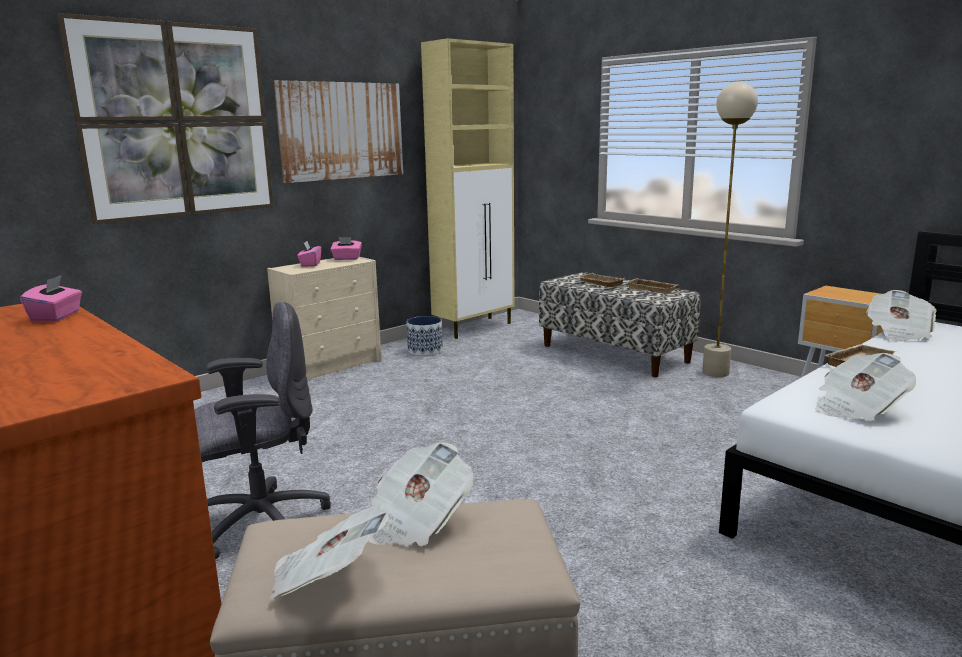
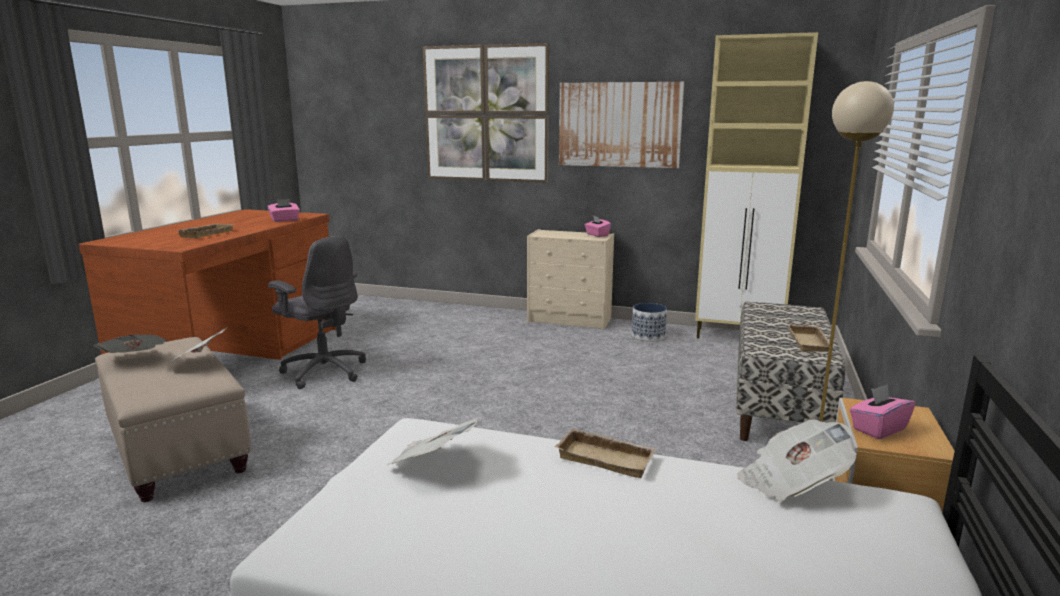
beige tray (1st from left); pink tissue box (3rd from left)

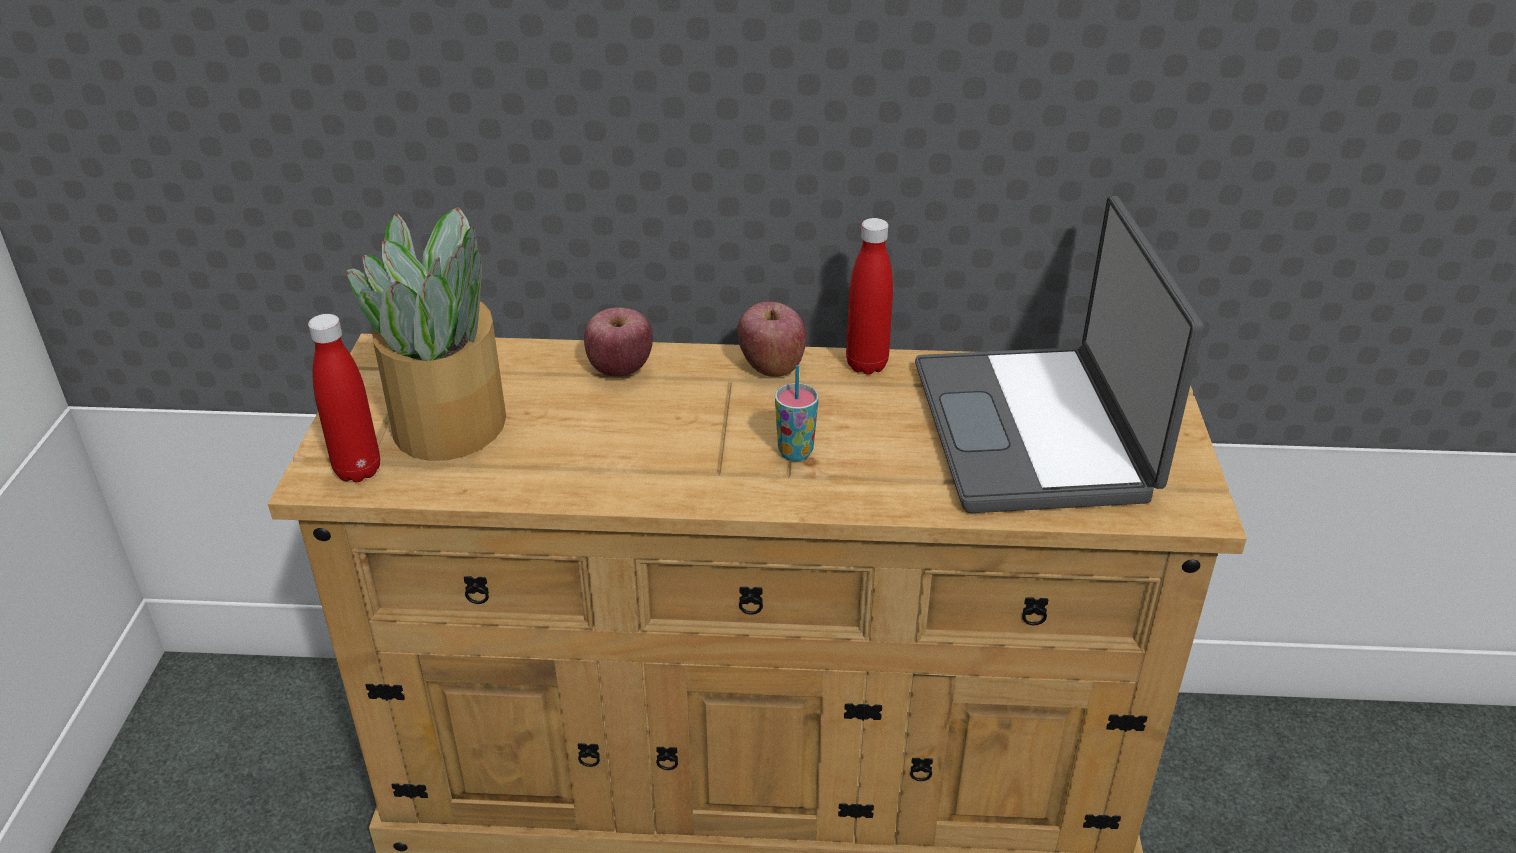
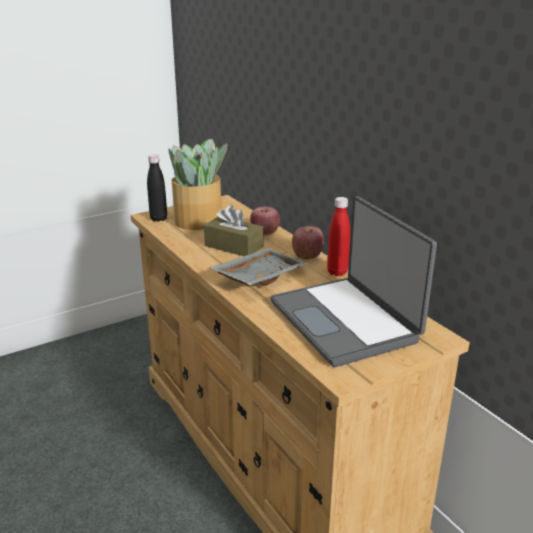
black bottle; brown tissue box; grey tray; laptop

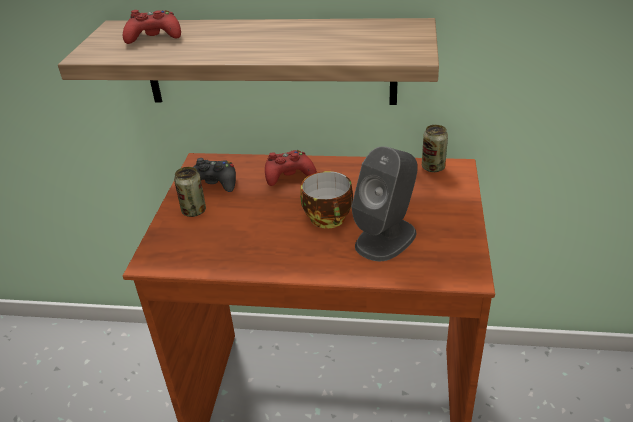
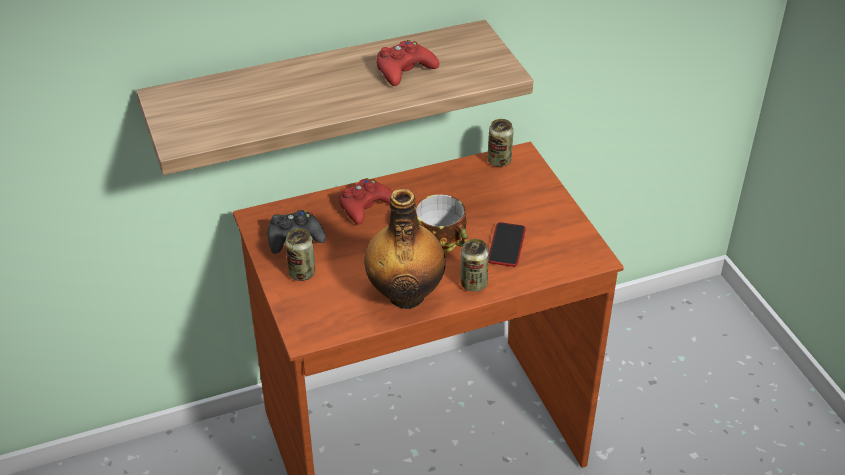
bottle; red game controller (2nd from left); can (2nd from left); phone

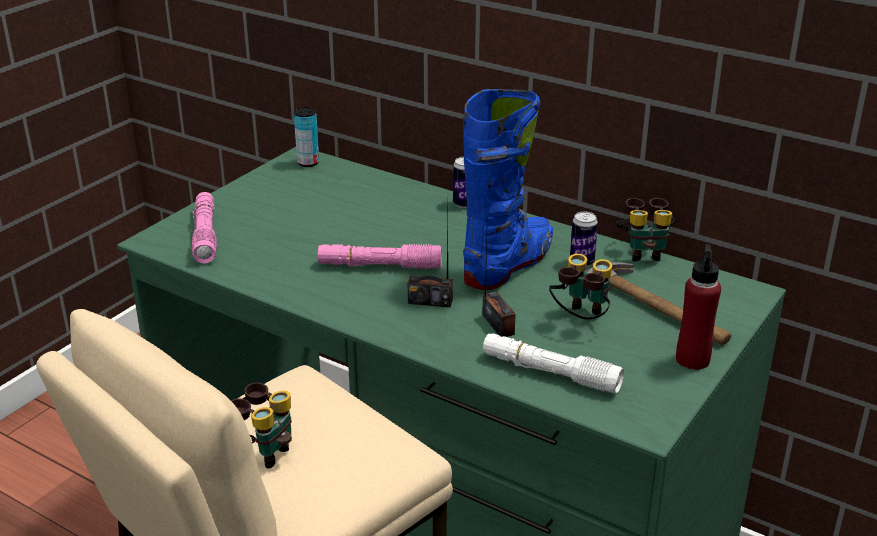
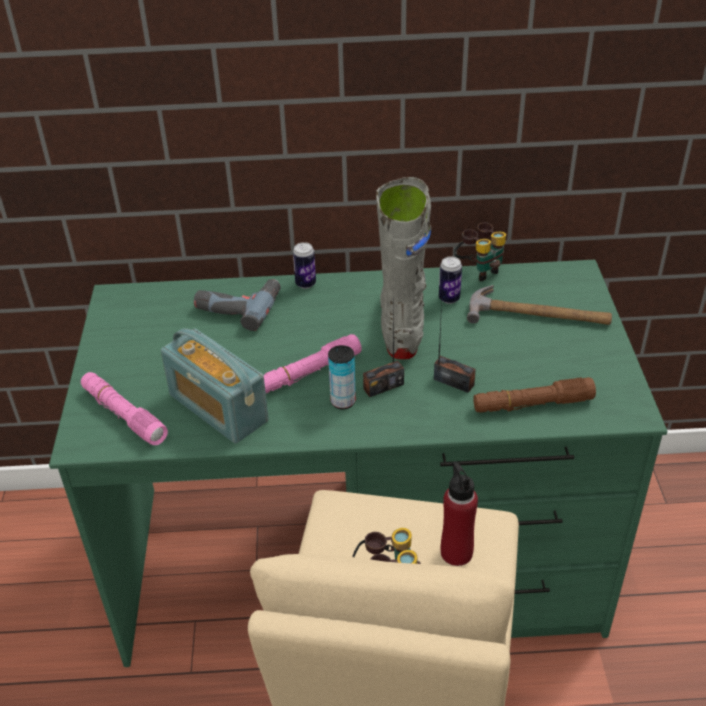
radio (1st from left); power drill; can (2nd from left); grey boot; red bottle; brown flashlight; binoculars (2nd from left in the first image)

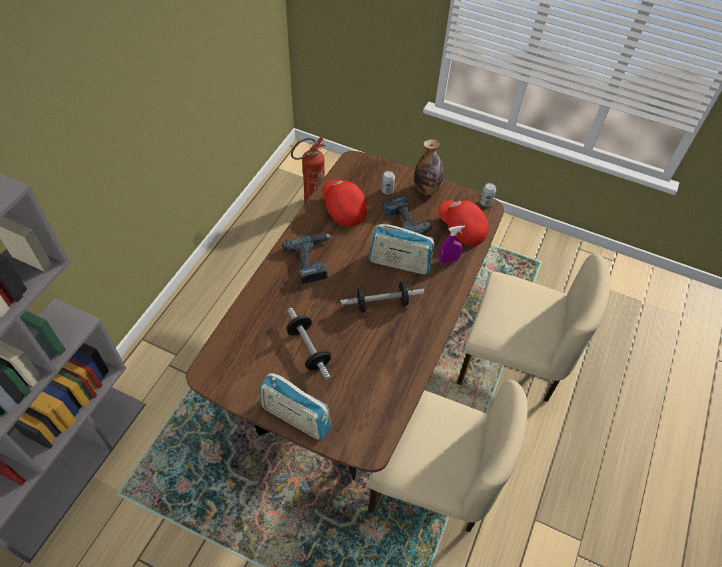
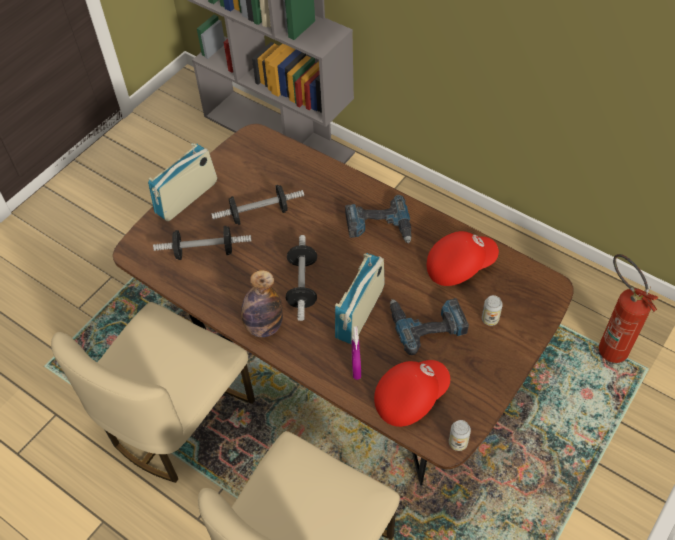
dumbbell (1st from left); bottle

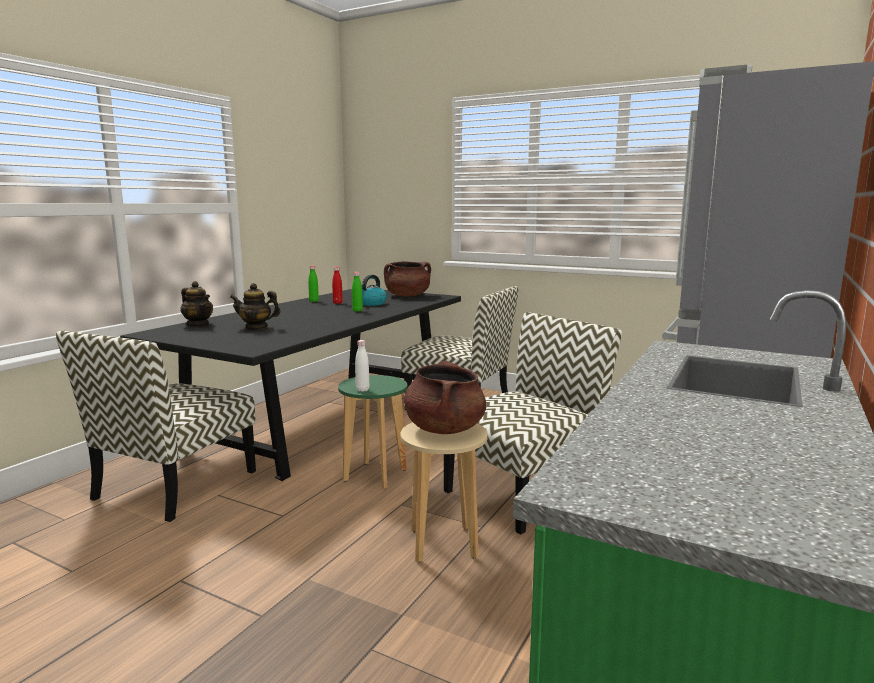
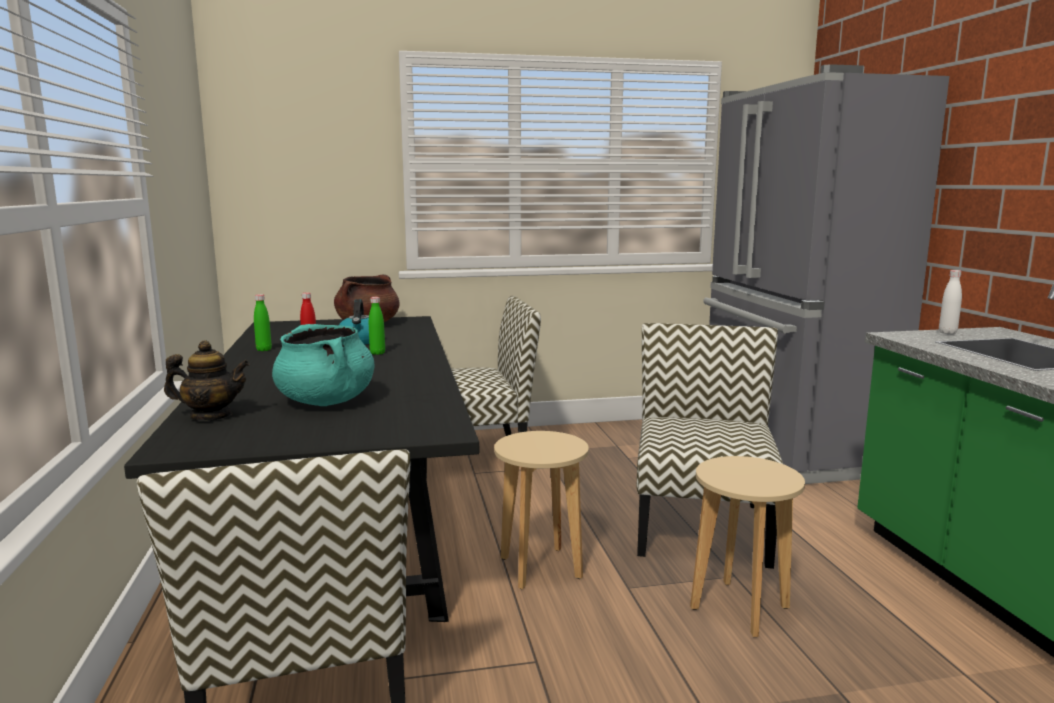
turquoise cooking pot; beige stool (1st from left); white bottle; brown cooking pot (2nd from left in the first image)

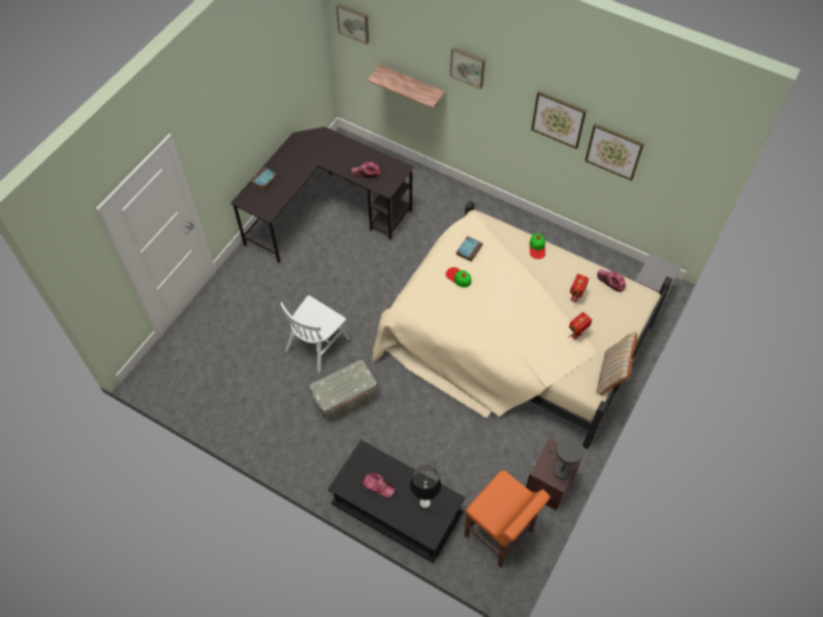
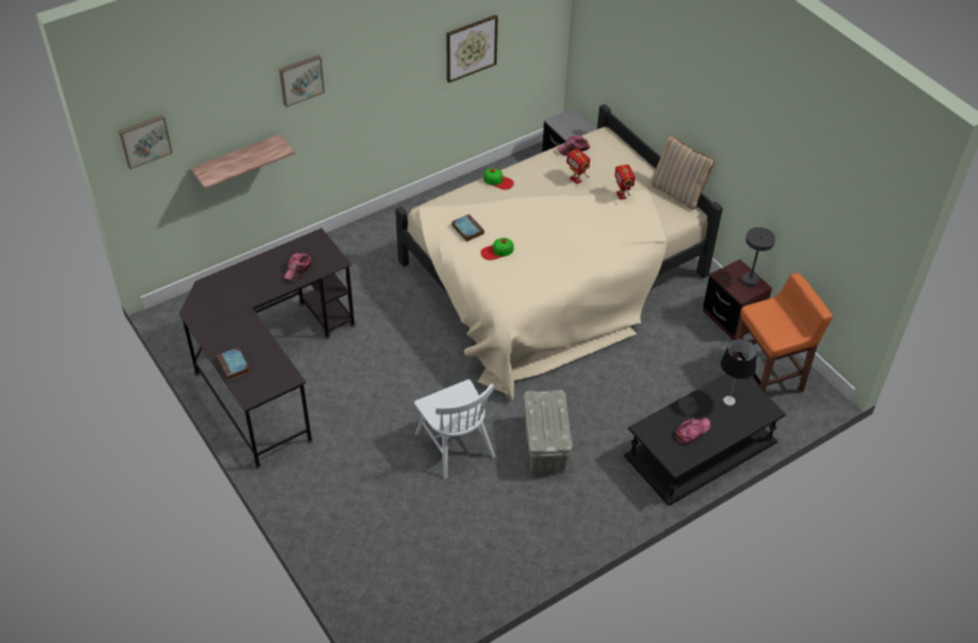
picture (3rd from left in the first image)

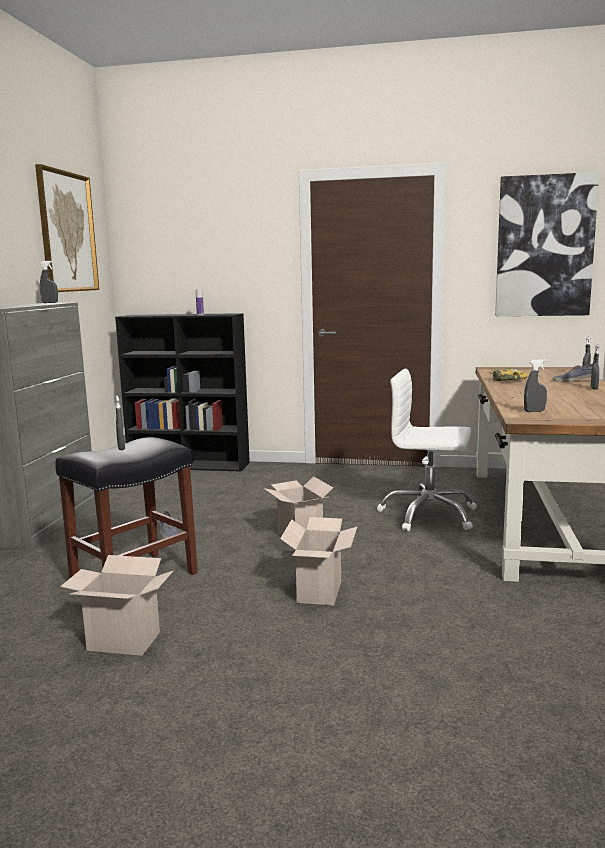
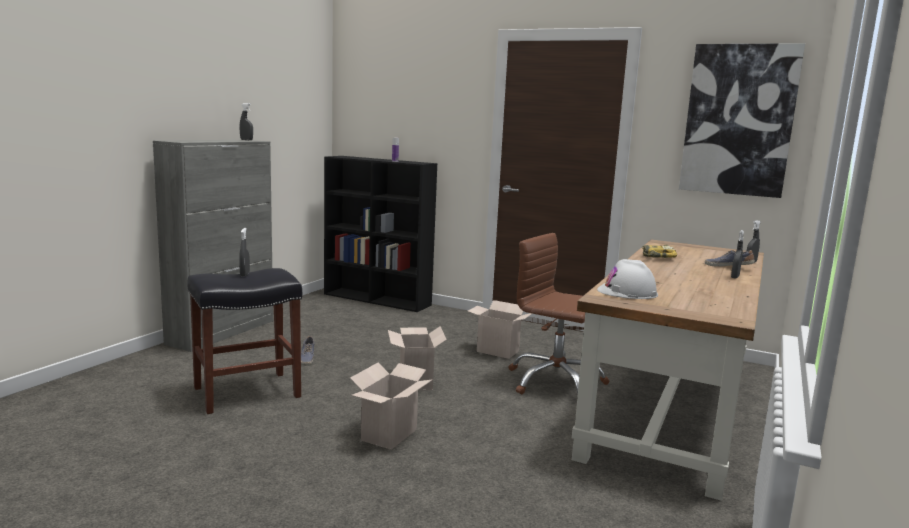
cardboard box (3rd from left); brown office chair; white hard hat; picture (1st from left in the first image)

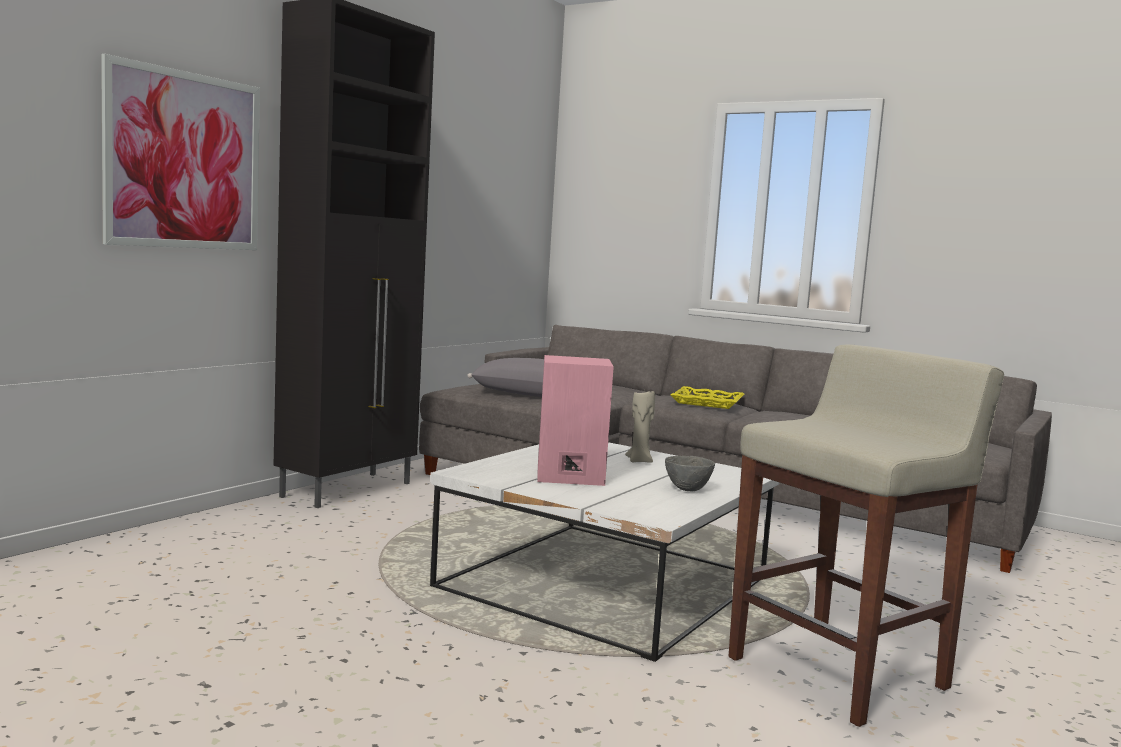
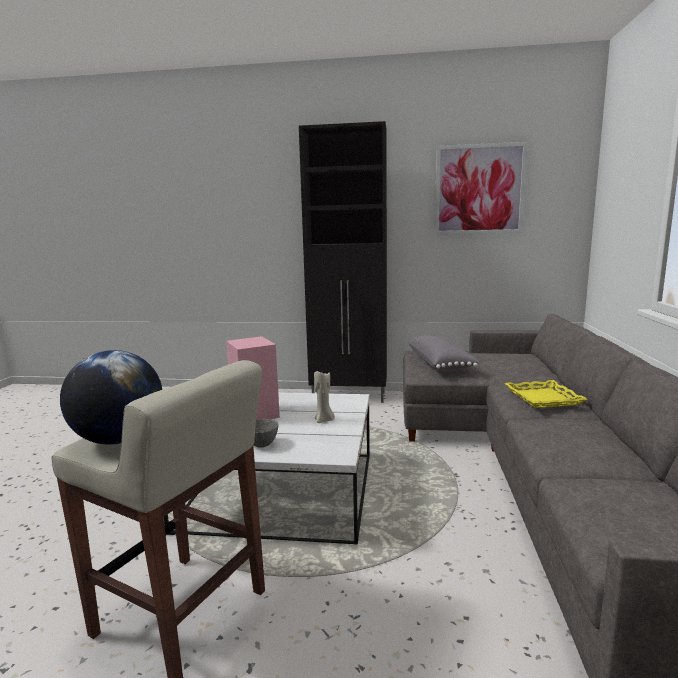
globe; picture

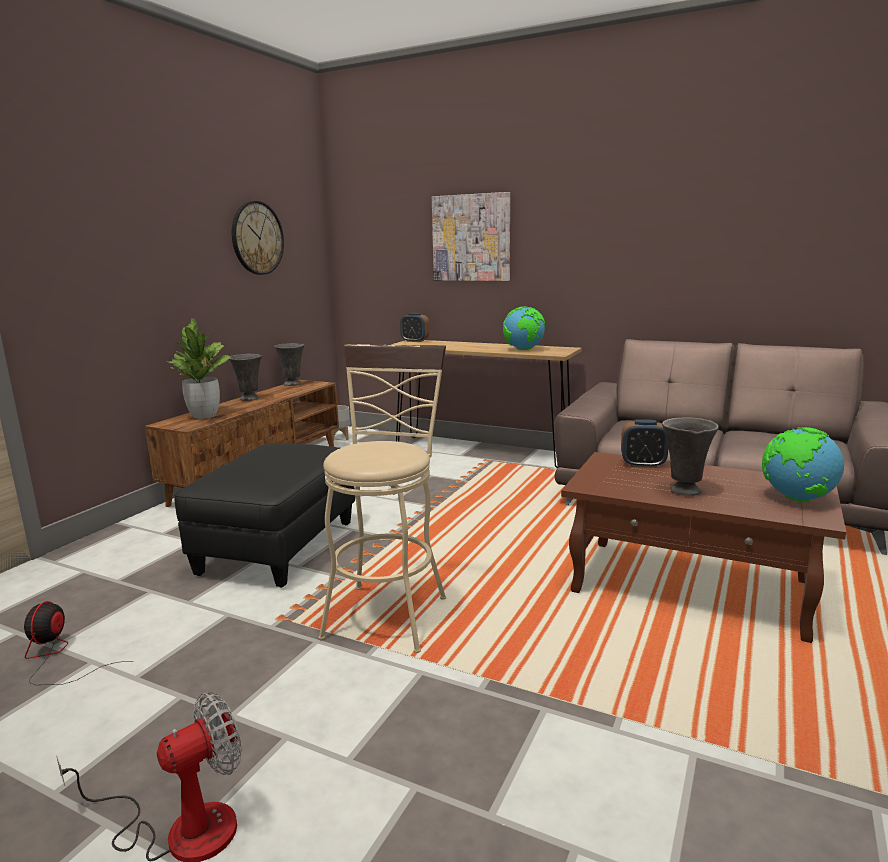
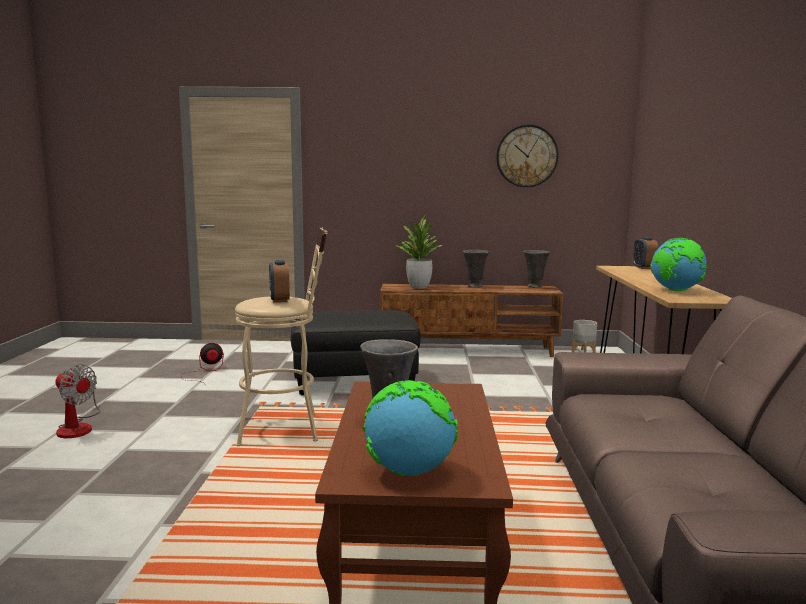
alarm clock (1st from left); picture

